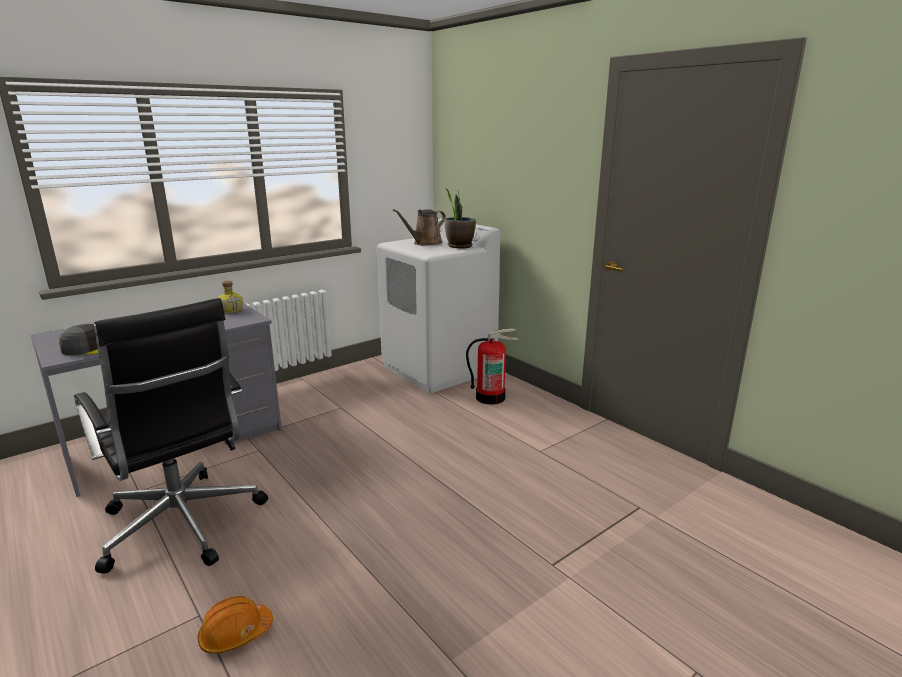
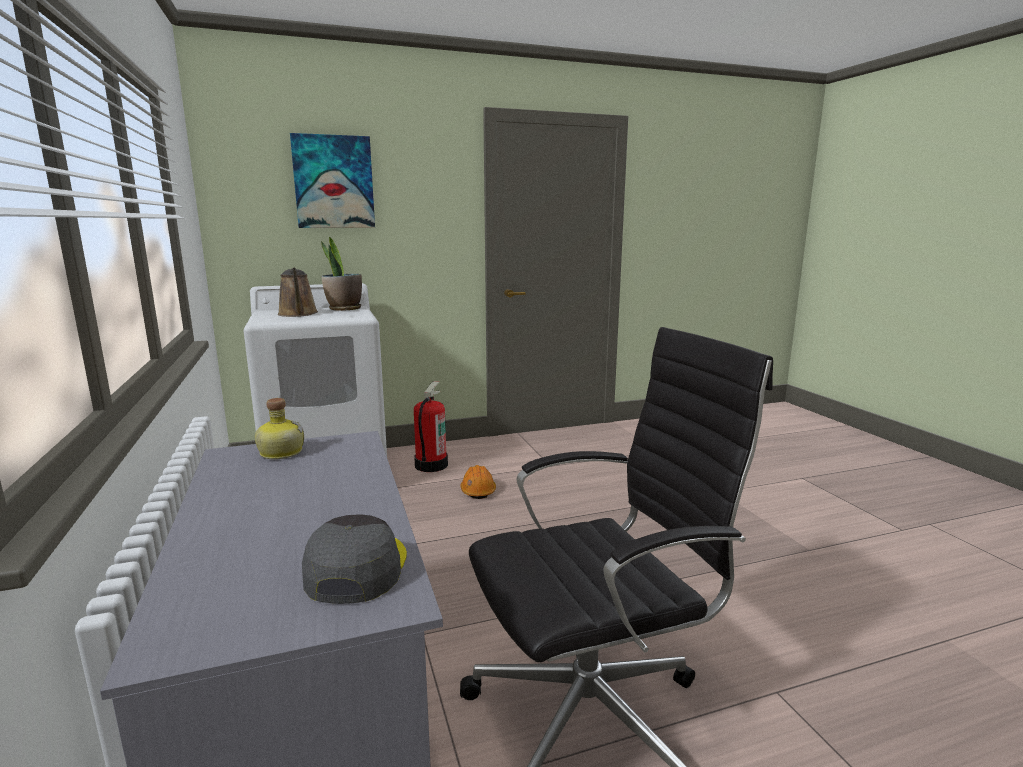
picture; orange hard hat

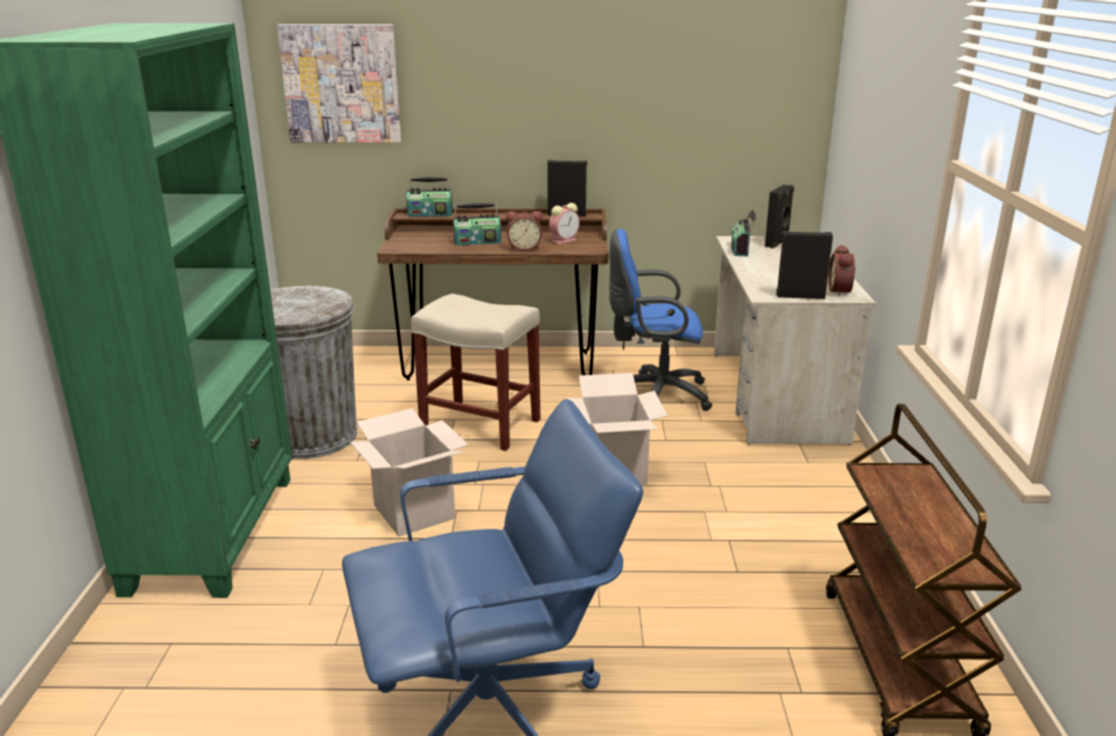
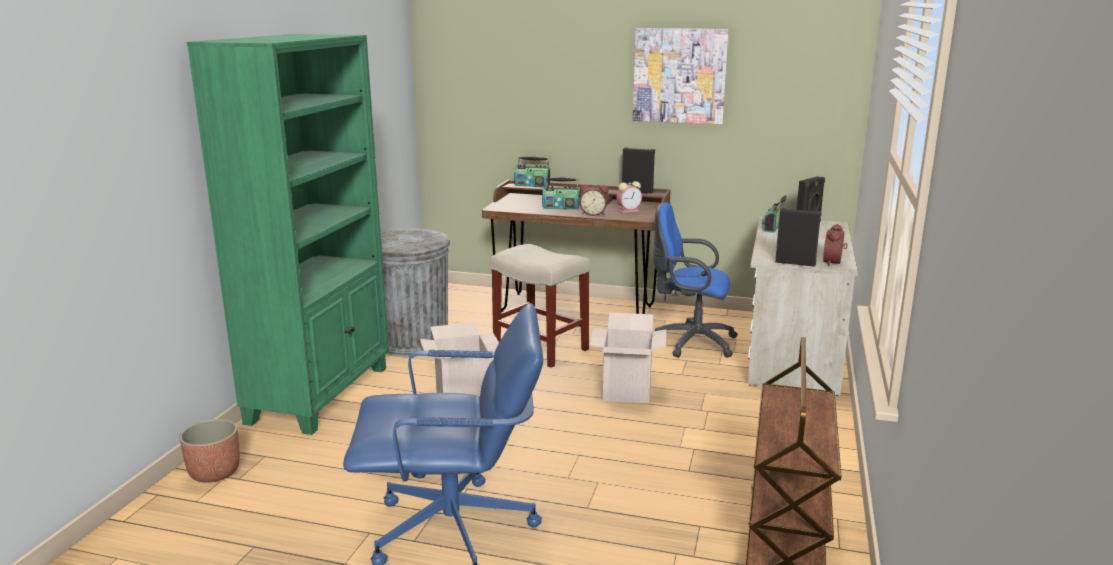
planter; picture

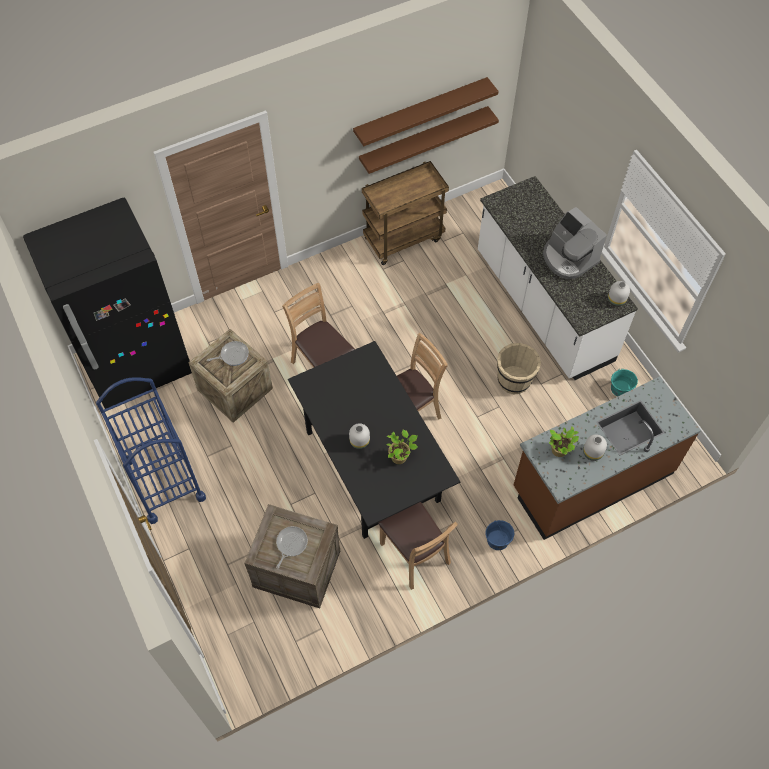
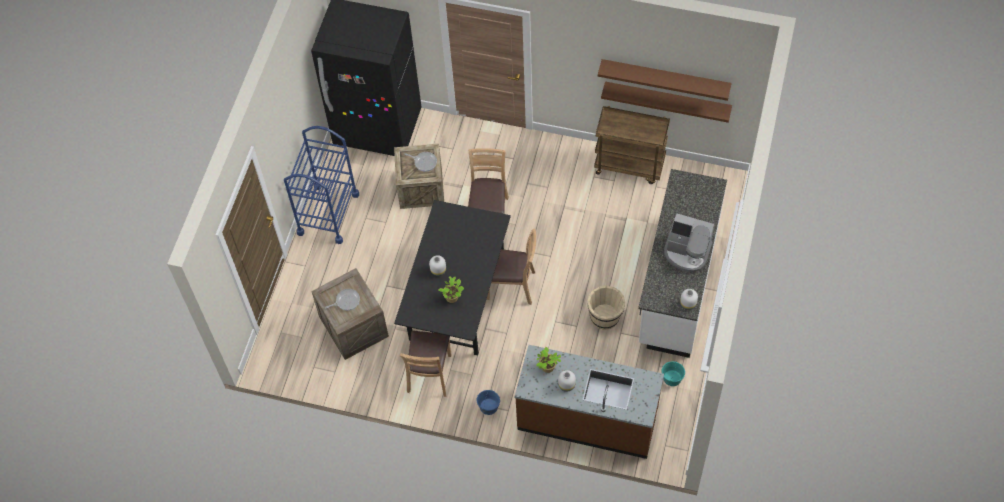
coffee machine

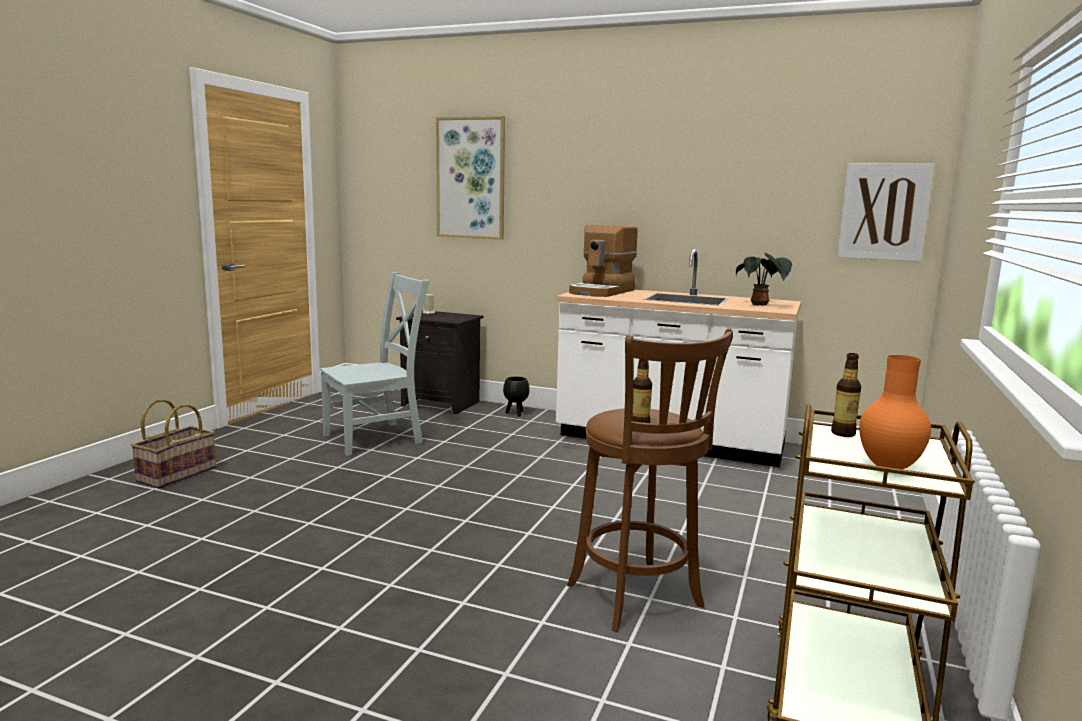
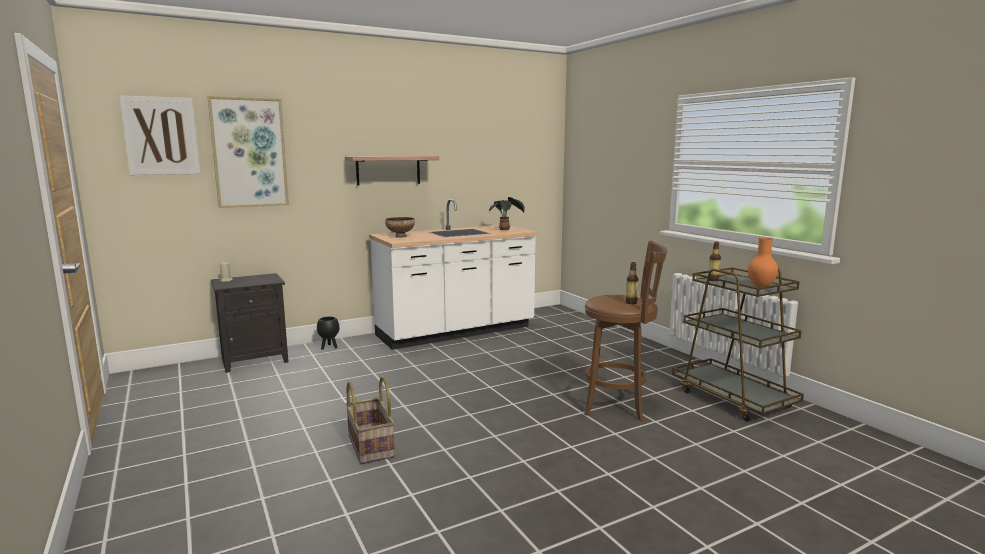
picture (1st from left); shelf; basket; bowl; grey chair

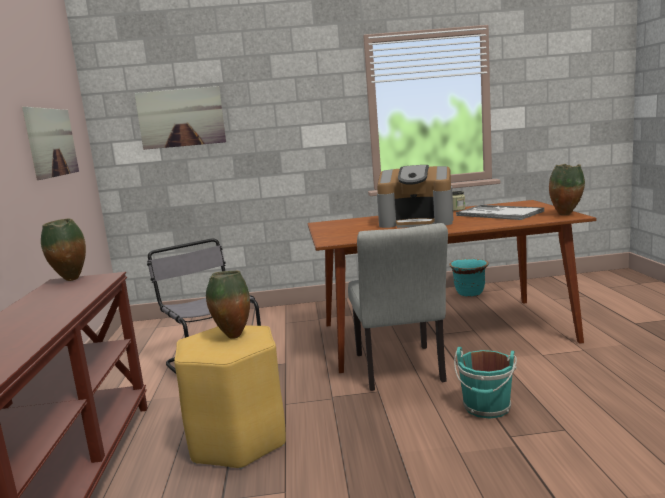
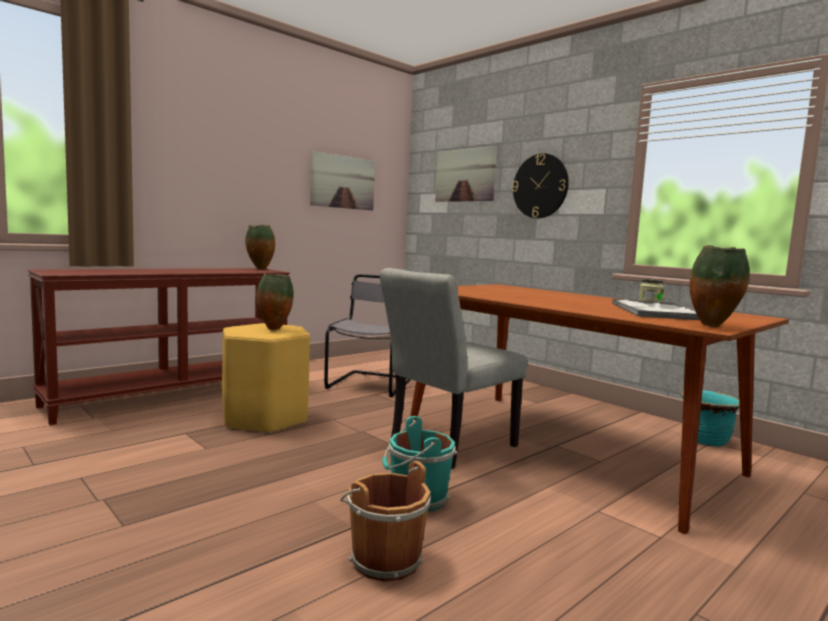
brown bucket; wall clock; coffee machine

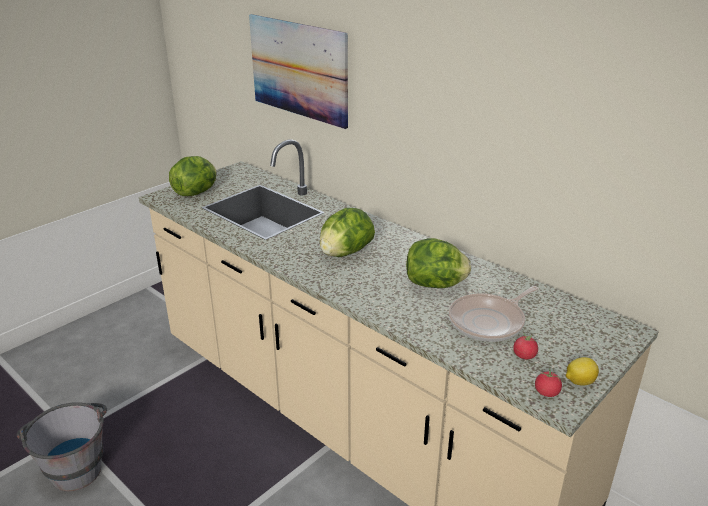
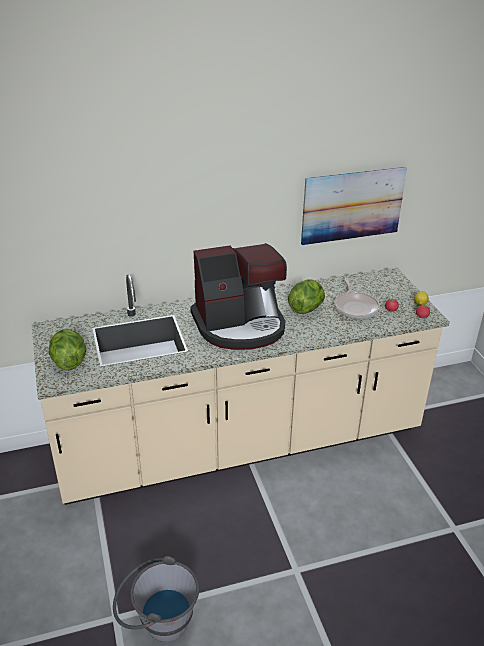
coffee machine; picture

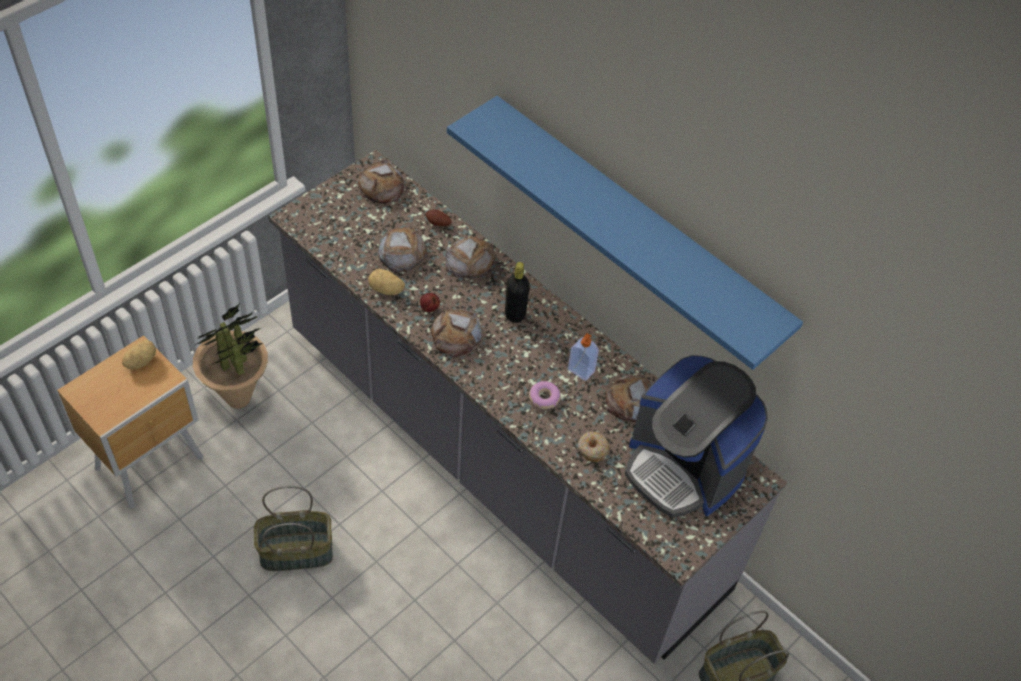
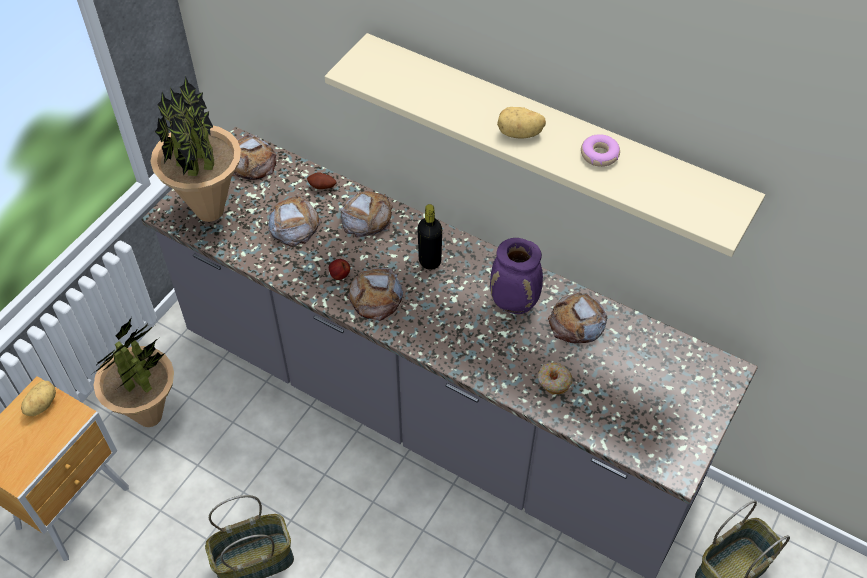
potted plant (2nd from left); beige shelf; purple vase; potato (3rd from left); donut (2nd from left); coffee machine

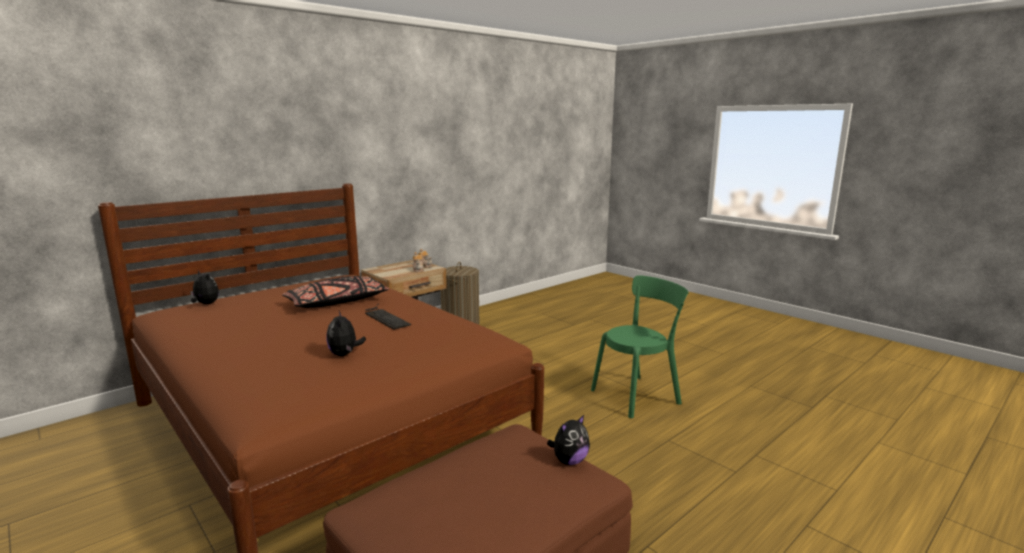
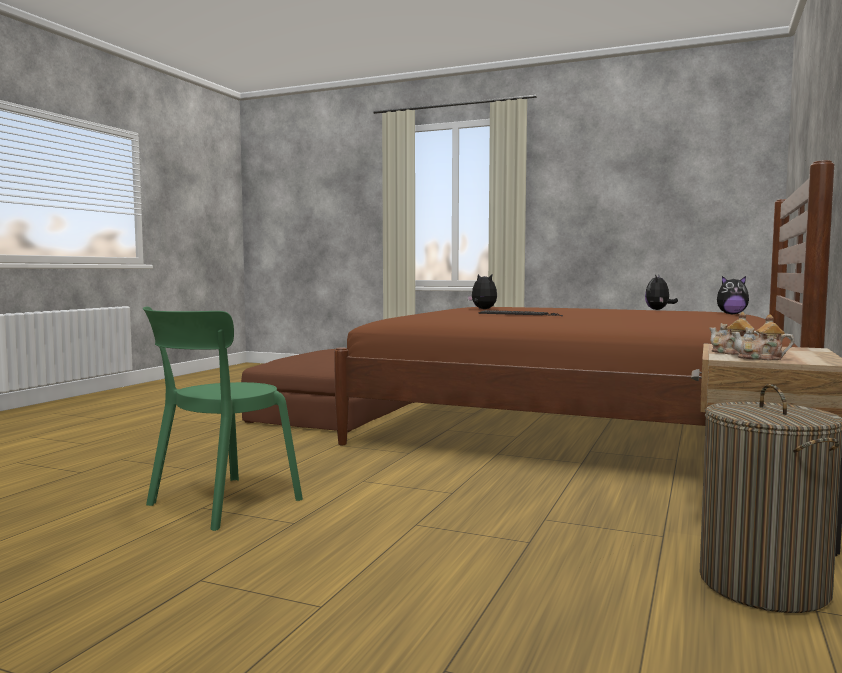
plush toy (2nd from left); black pillow

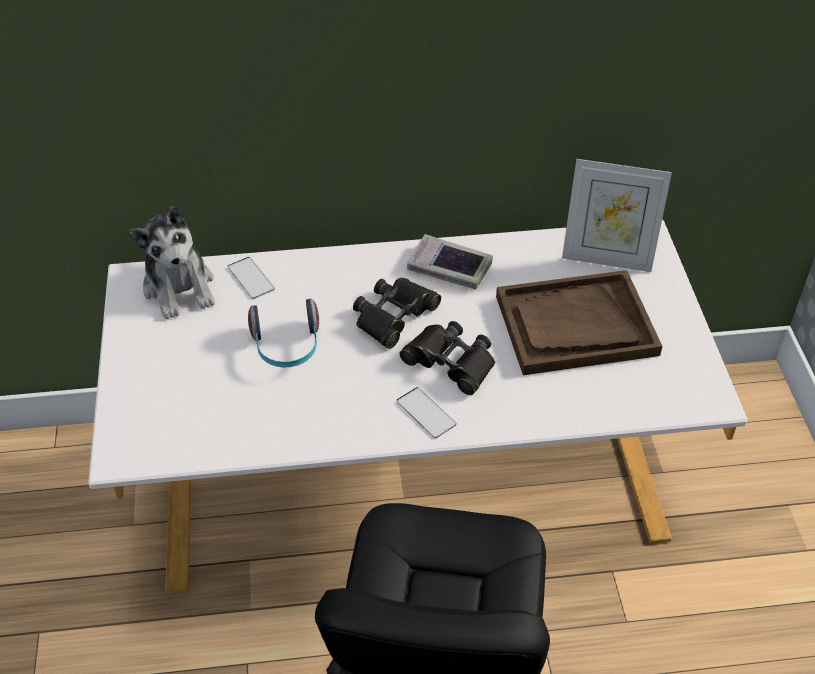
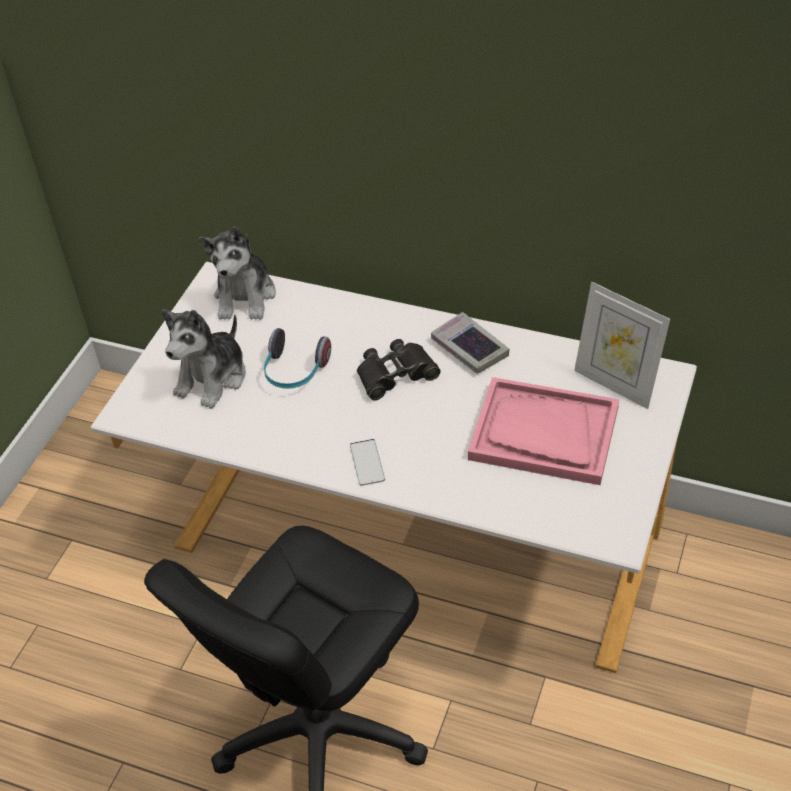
plush toy (1st from left); pink tray; phone (1st from left in the first image); black binoculars (2nd from left in the first image)

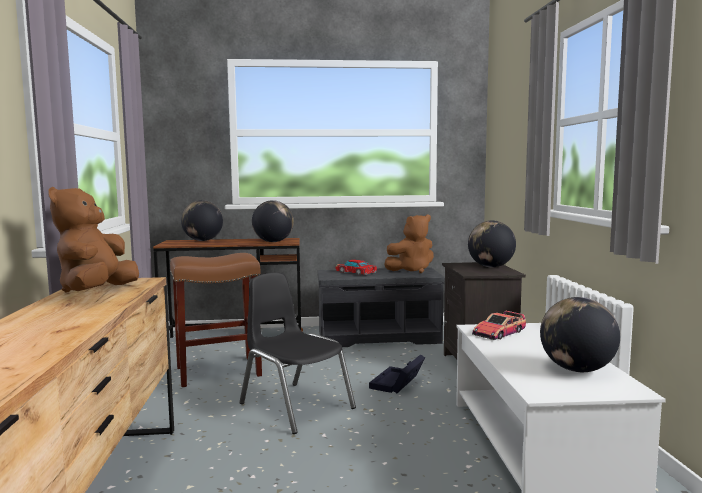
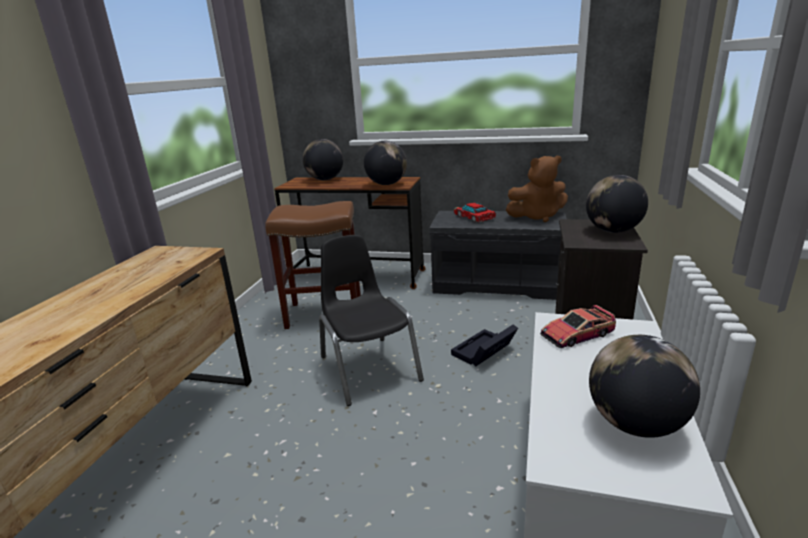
brown plush toy (1st from left in the first image)

